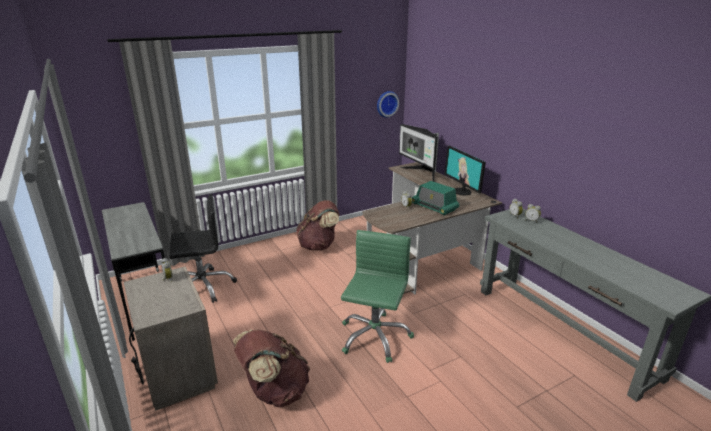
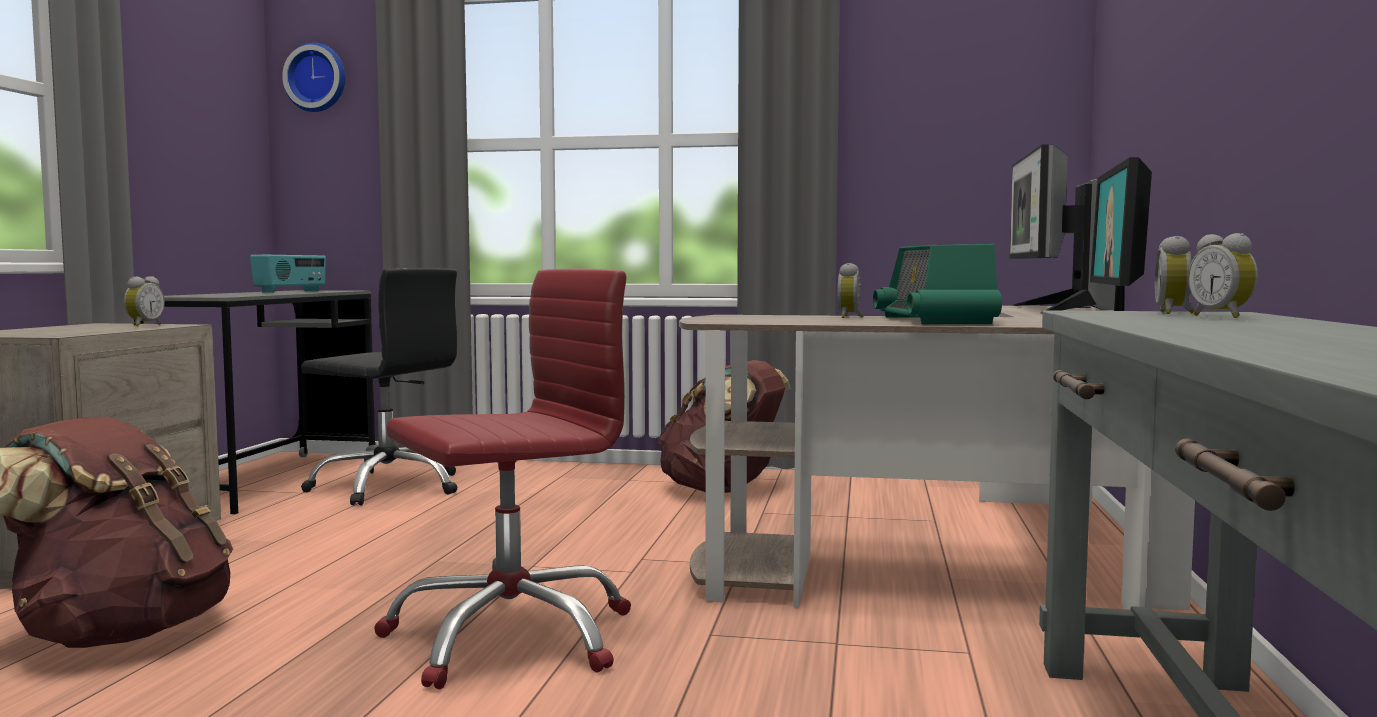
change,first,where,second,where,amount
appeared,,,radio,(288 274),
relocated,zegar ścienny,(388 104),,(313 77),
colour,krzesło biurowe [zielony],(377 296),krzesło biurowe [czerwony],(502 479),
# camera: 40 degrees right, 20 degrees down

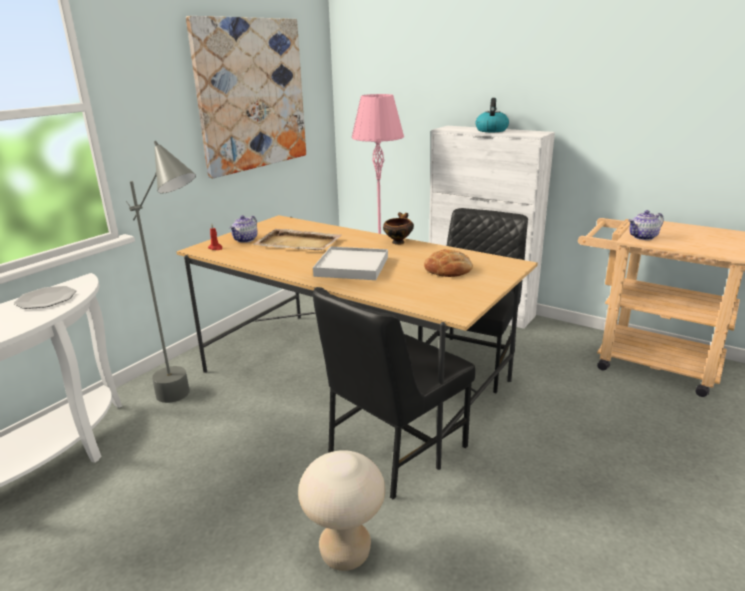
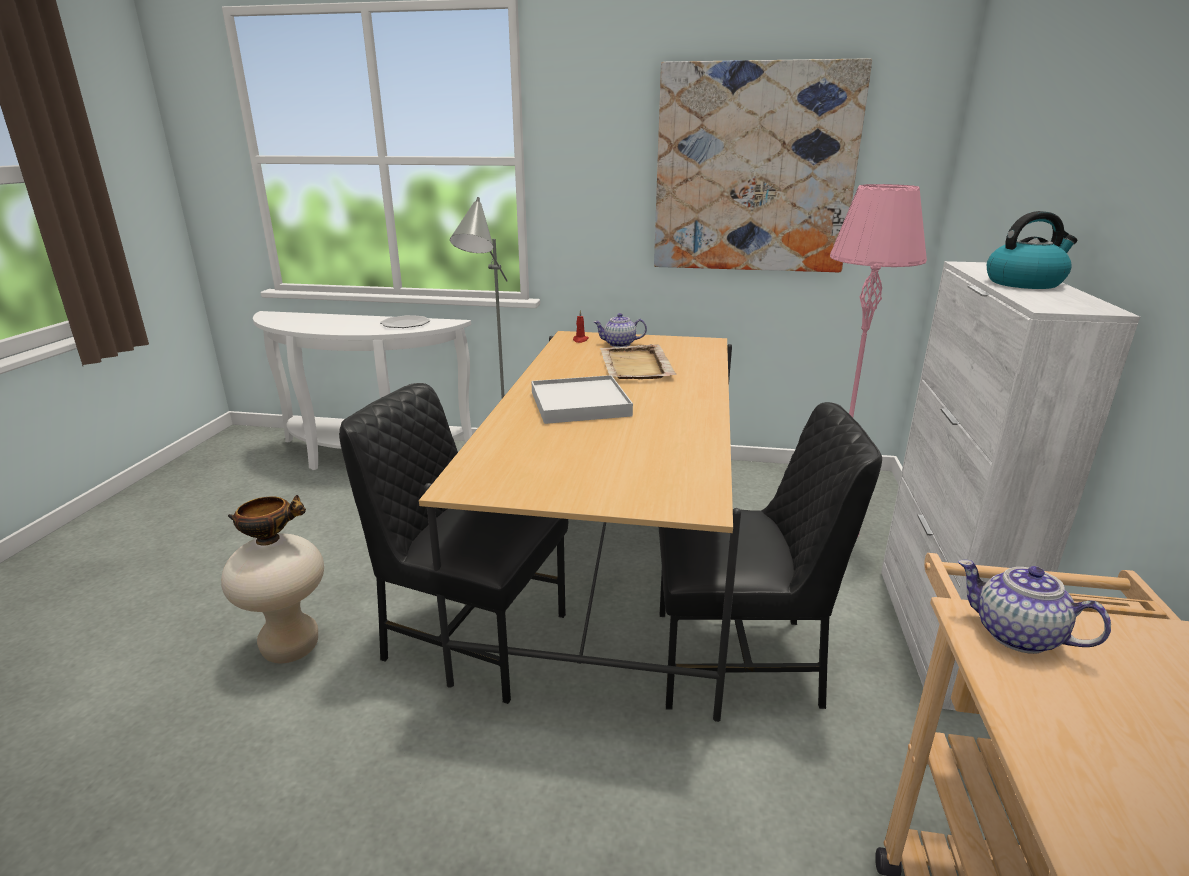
change,first,where,second,where,amount
relocated,miska,(398 228),,(267 520),
missing,chleb,(448 263),,,
# camera: 65 degrees right, 0 degrees up

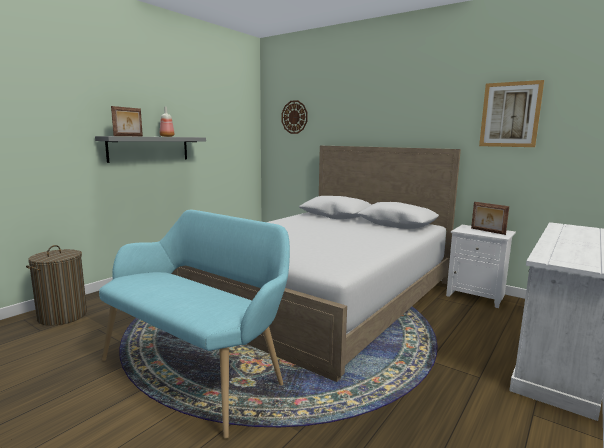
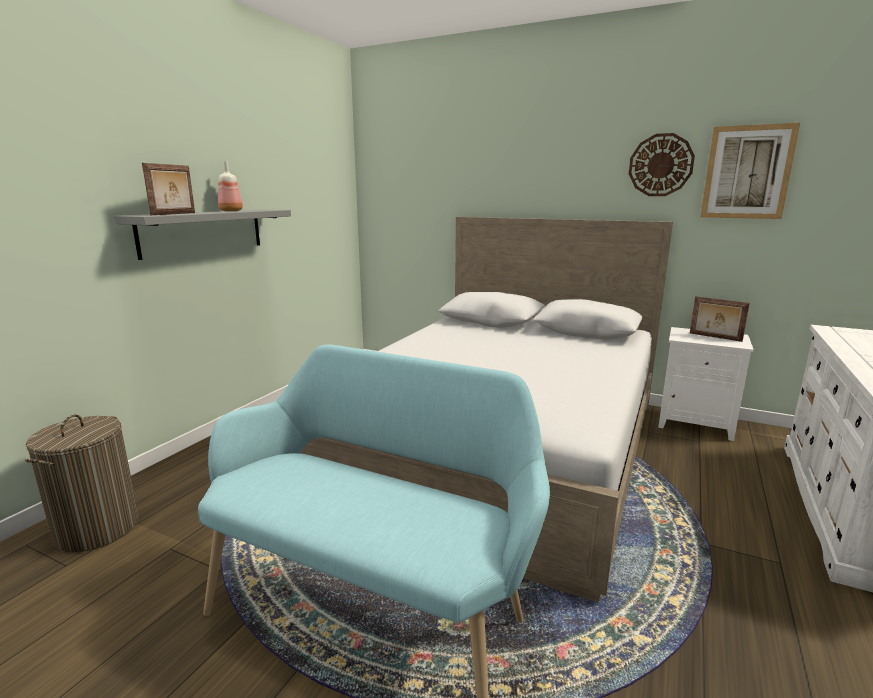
change,first,where,second,where,amount
relocated,zegar ścienny,(295 117),,(662 164),
# camera: 10 degrees left, 5 degrees up

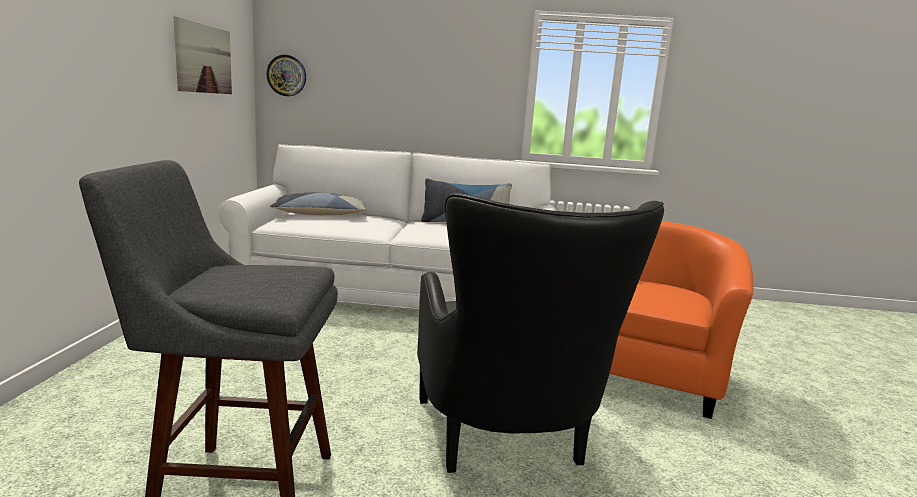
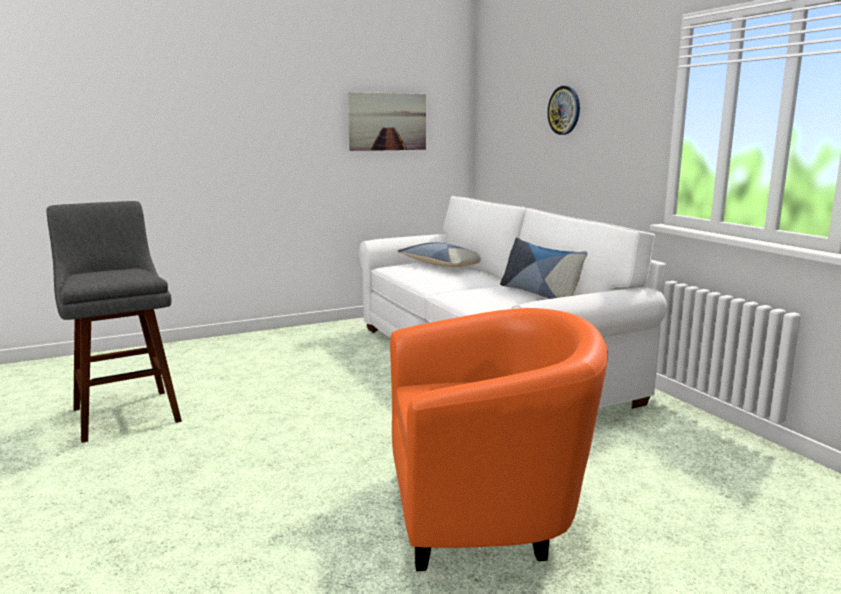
change,first,where,second,where,amount
relocated,zegar ścienny,(286 75),,(563 110),
missing,fotel [czarny],(540 333),,,
# camera: 60 degrees right, 0 degrees up

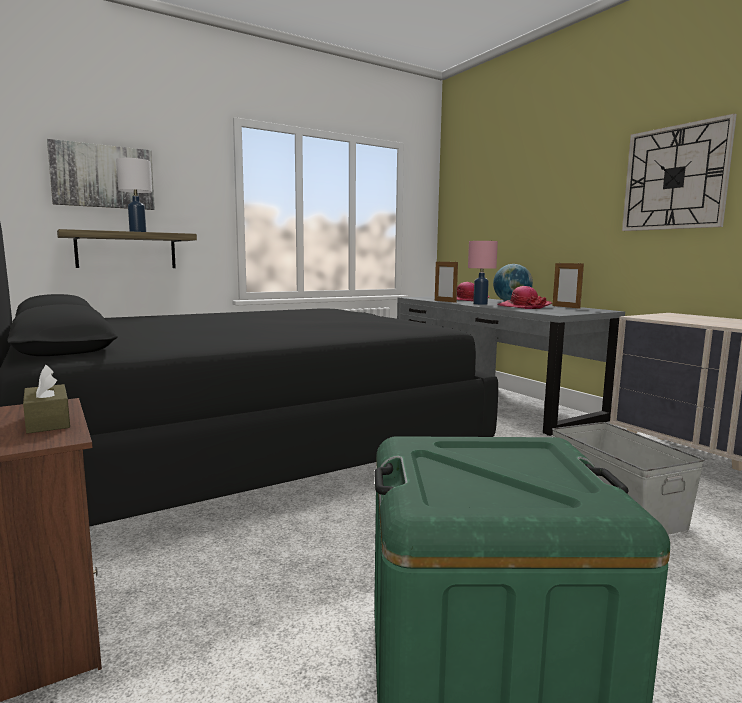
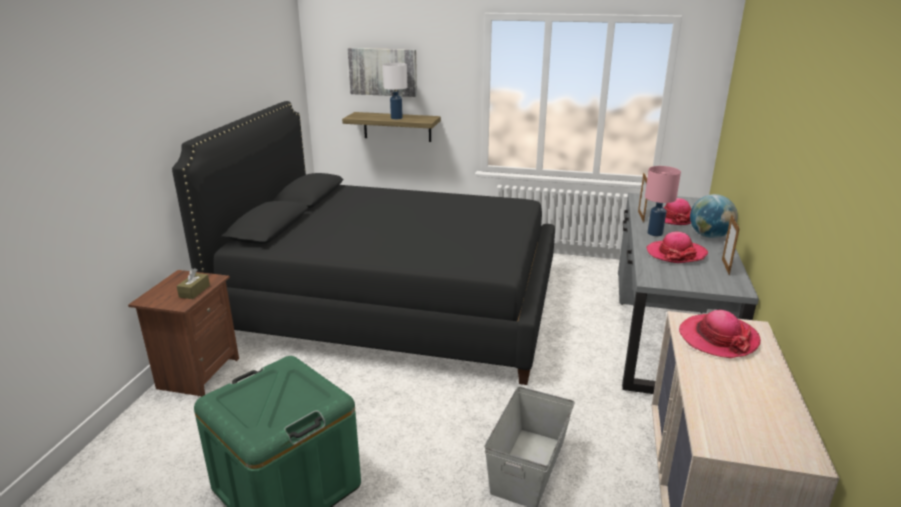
change,first,where,second,where,amount
appeared,,,kapelusz,(720 334),
missing,zegar ścienny,(679 172),,,
# camera: 45 degrees right, 15 degrees up

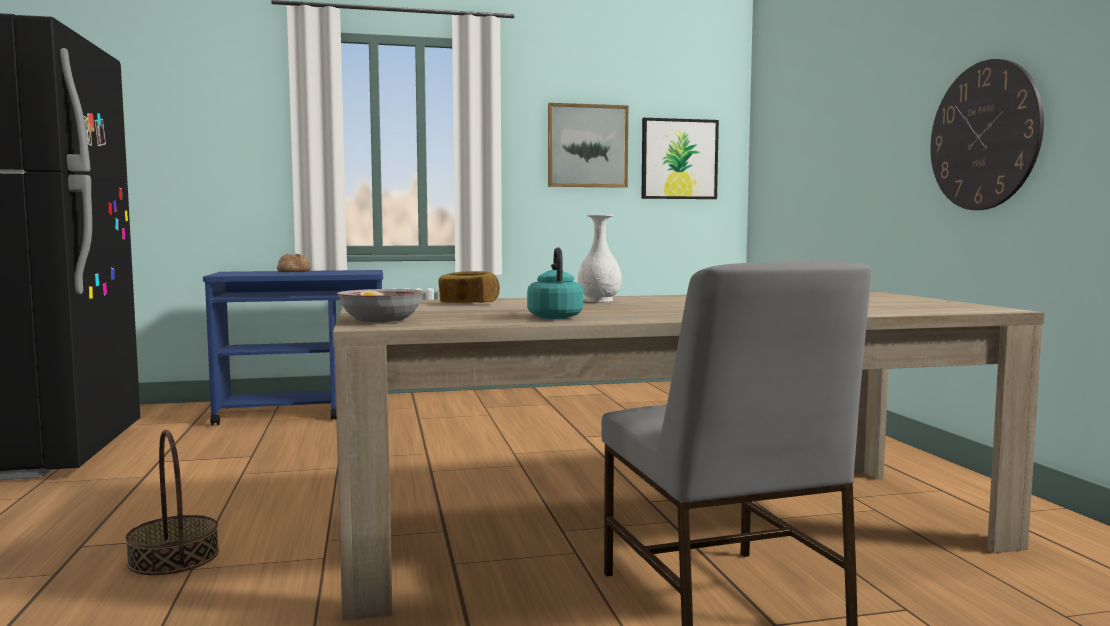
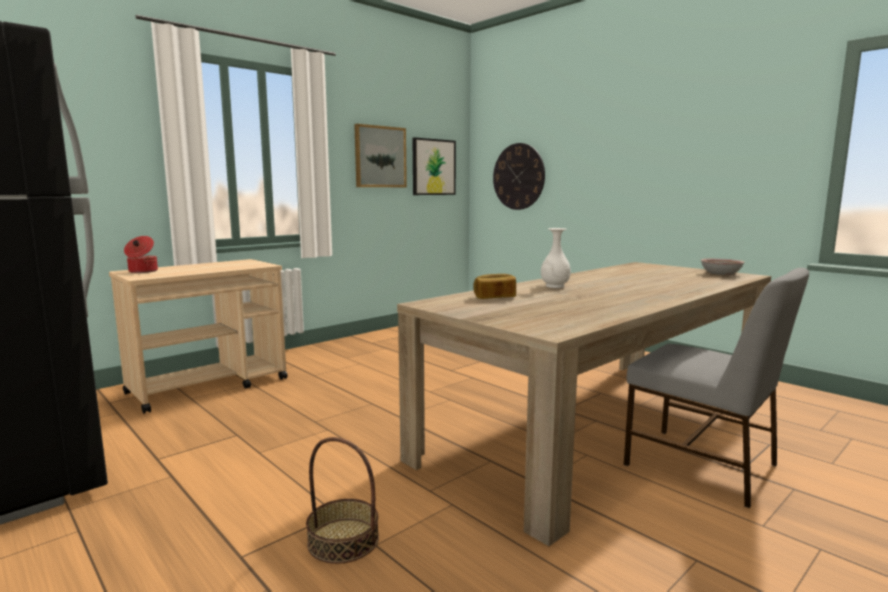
change,first,where,second,where,amount
colour,wózek [niebieski],(293 348),wózek [beżowy],(198 336),
appeared,,,garnek,(141 254),
relocated,zegar ścienny,(987 134),,(519 176),
relocated,miska,(380 305),,(723 266),
missing,chleb,(293 263),,,
missing,czajnik [turkusowy],(555 283),,,
# camera: 30 degrees left, 5 degrees up

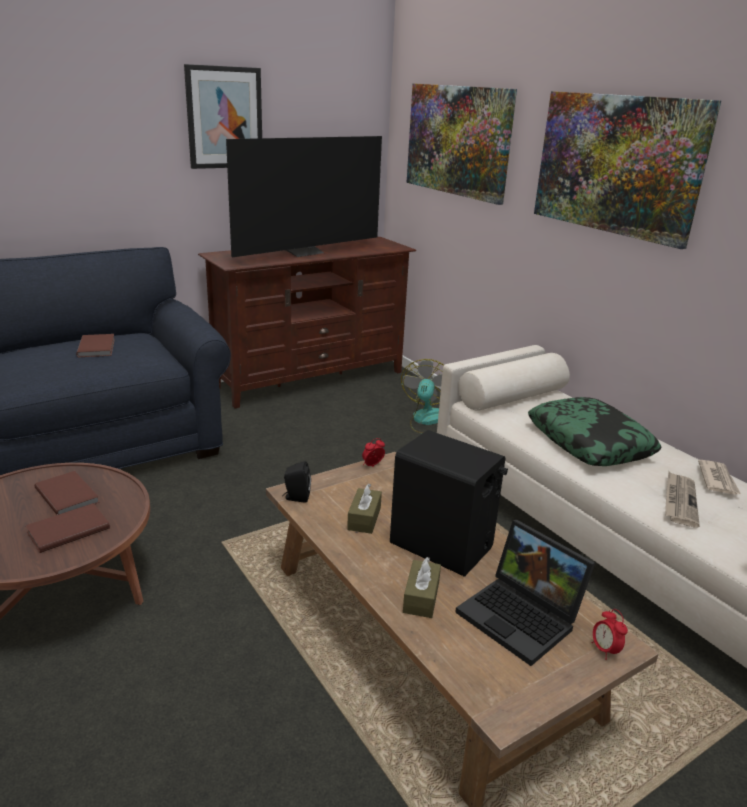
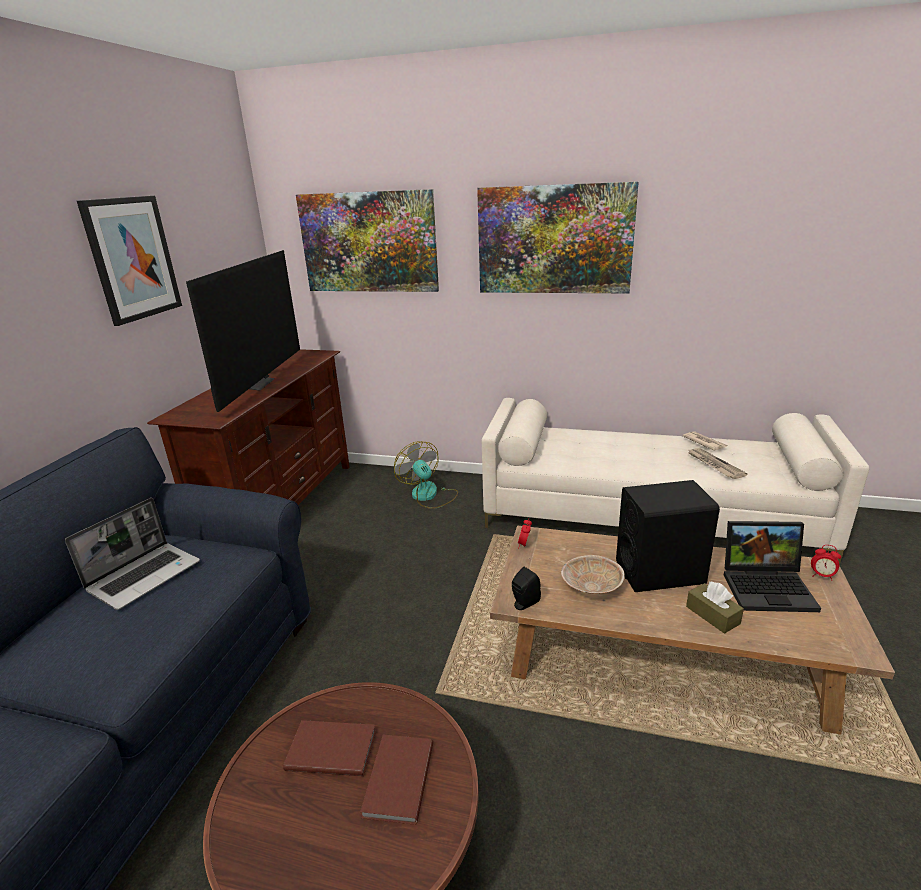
change,first,where,second,where,amount
exchanged,książka [brązowy],(95 345),laptop,(132 554),
exchanged,pudełko chusteczek [brązowy],(364 508),miska [beżowy],(593 574),
missing,poduszka,(594 431),,,
# camera: 40 degrees left, 0 degrees up

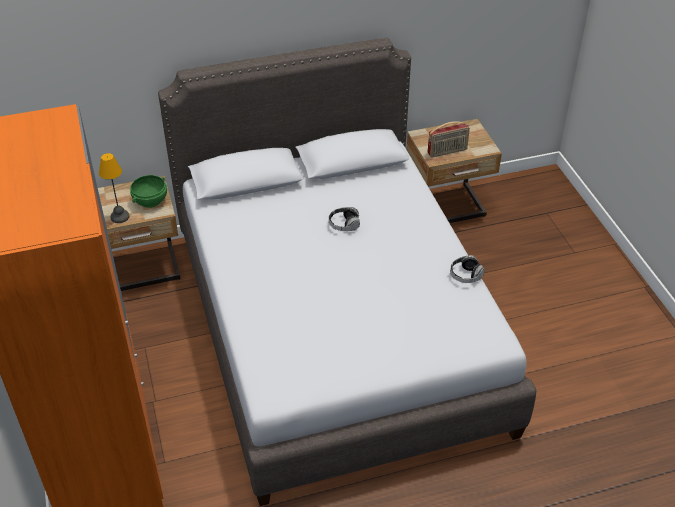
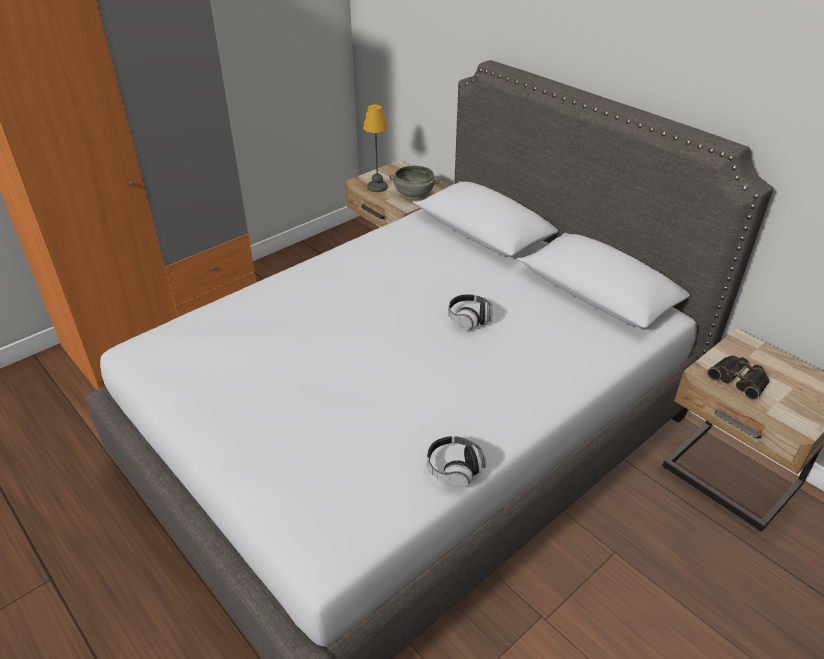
change,first,where,second,where,amount
colour,miska [zielony],(148 191),miska [szary],(414 183),
exchanged,radio,(449 139),lornetka,(738 377),
# camera: 65 degrees right, 5 degrees down

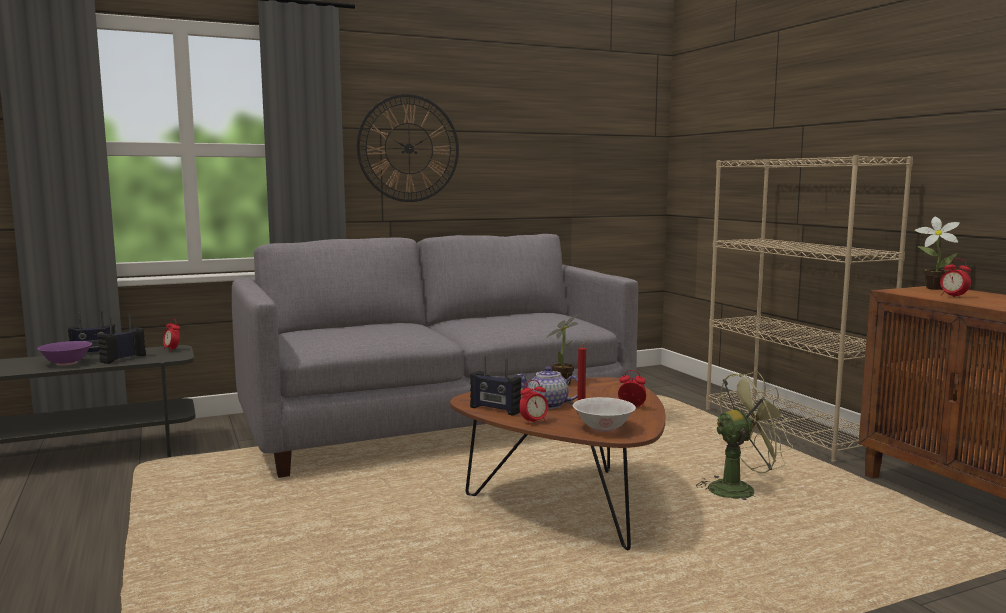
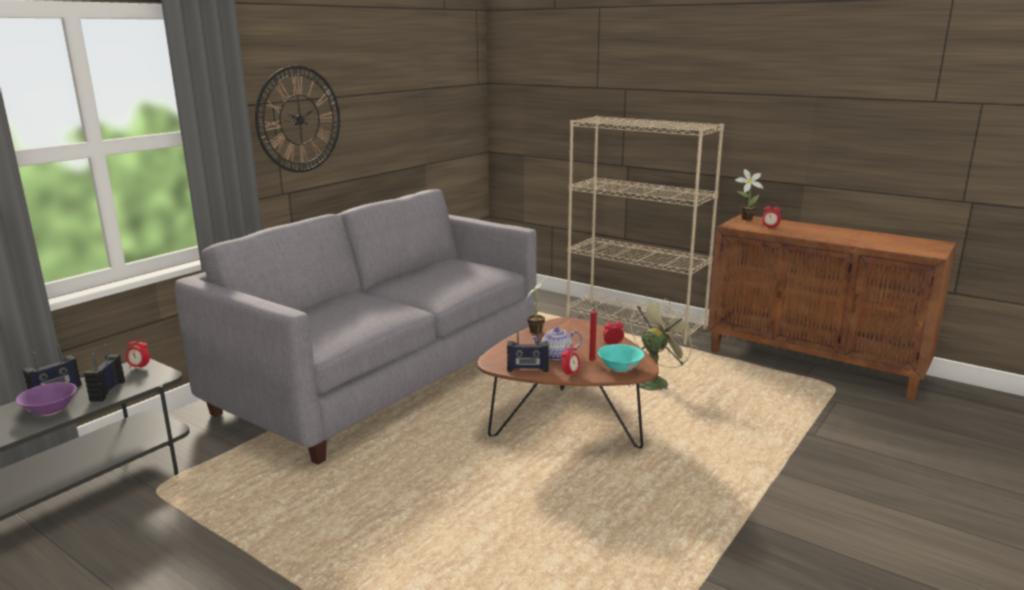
change,first,where,second,where,amount
colour,miska [biały],(604 414),miska [turkusowy],(621 358),
# camera: 30 degrees left, 10 degrees up

